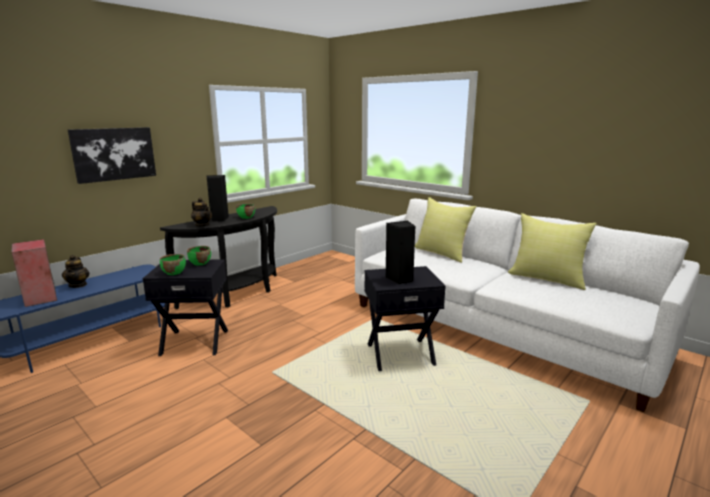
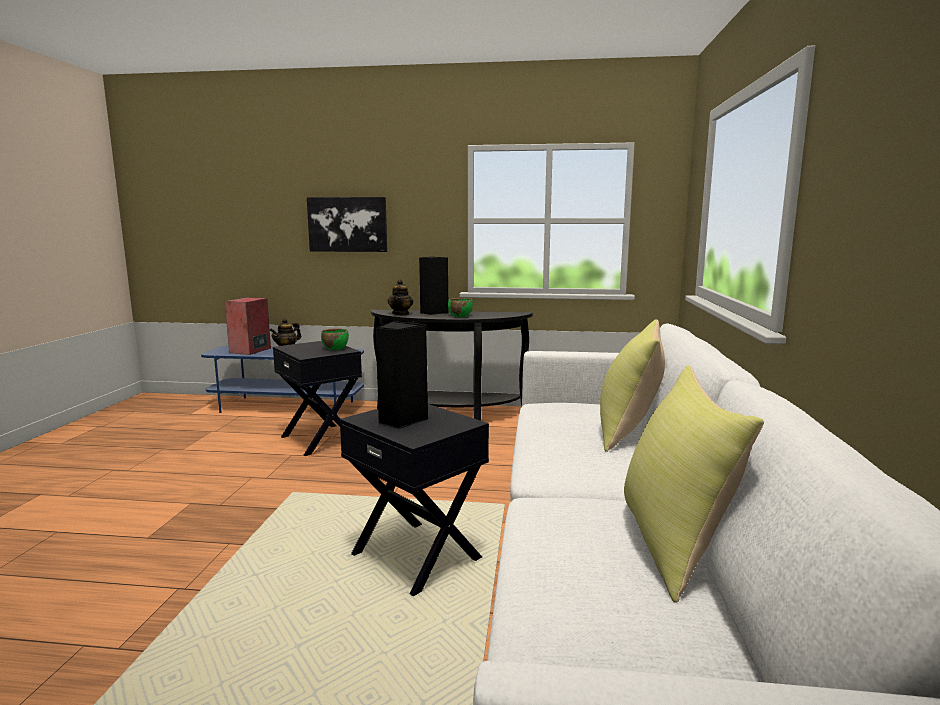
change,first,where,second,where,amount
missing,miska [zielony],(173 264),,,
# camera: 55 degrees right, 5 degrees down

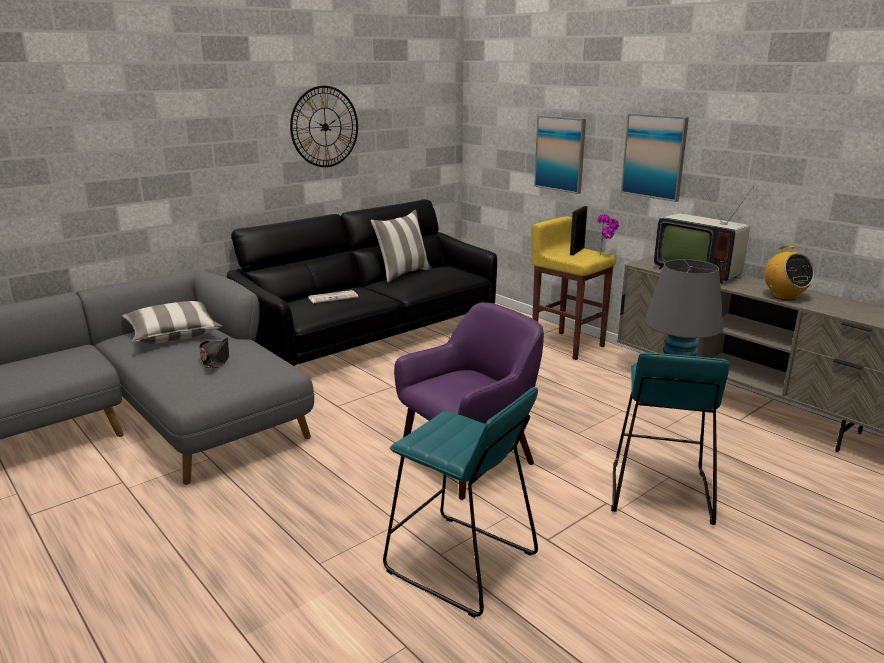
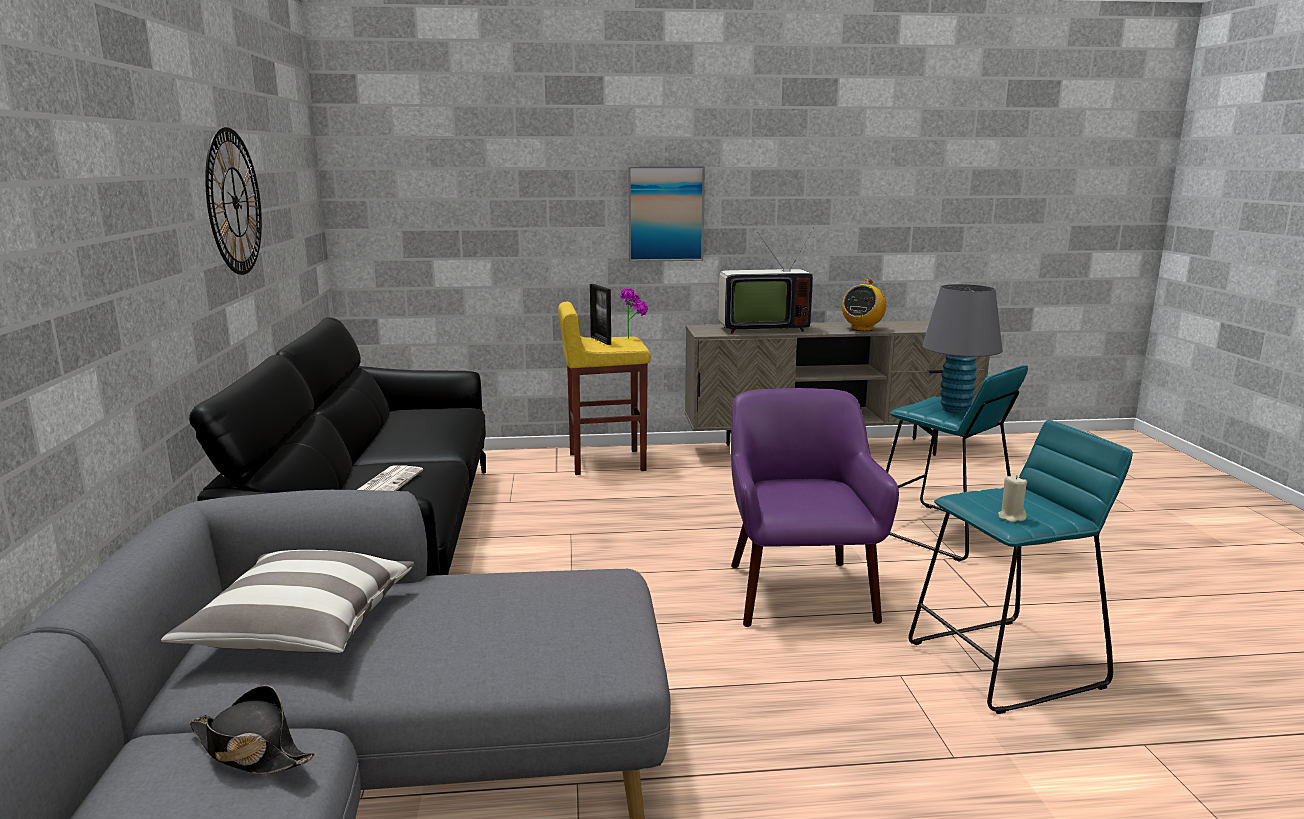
change,first,where,second,where,amount
relocated,kapelusz [czarny],(214 353),,(252 729),
spun,radio,(789 273),,(864 305),105 degrees clockwise
appeared,,,świeca [beżowy],(1012 499),
missing,poduszka,(401 246),,,
missing,obraz,(560 154),,,
# camera: 55 degrees left, 5 degrees down

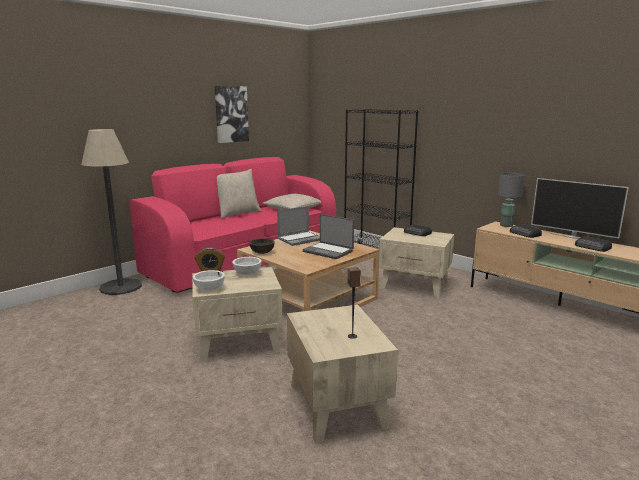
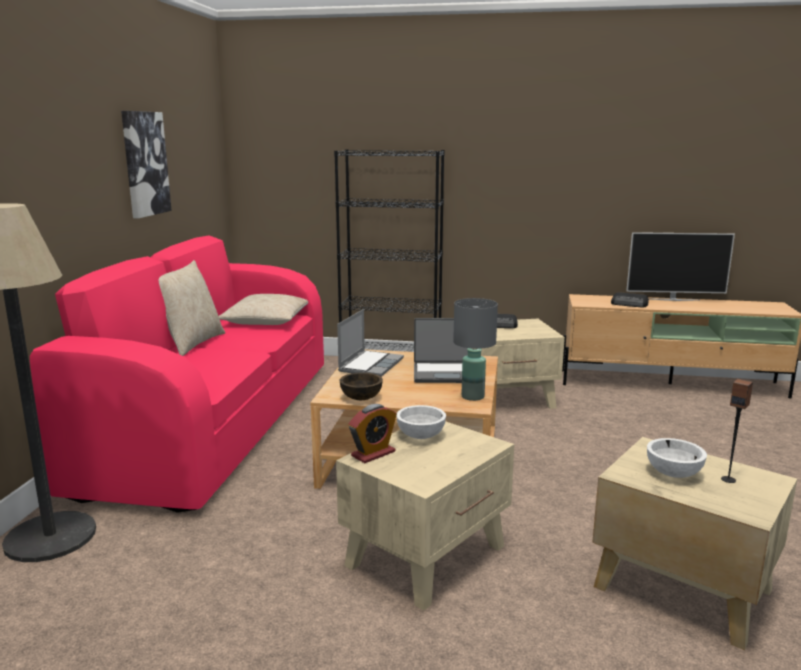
change,first,where,second,where,amount
relocated,lampa stołowa [szary],(511 200),,(475 349),
relocated,miska [biały],(209 280),,(677 458),
missing,radio,(593 244),,,
# camera: 35 degrees left, 0 degrees up

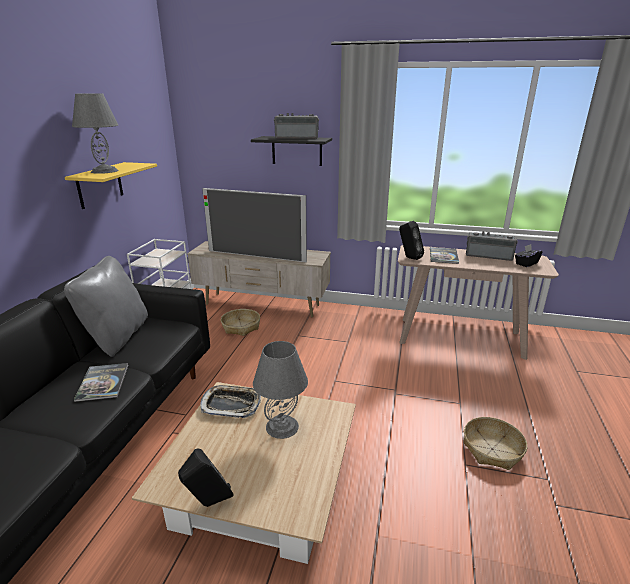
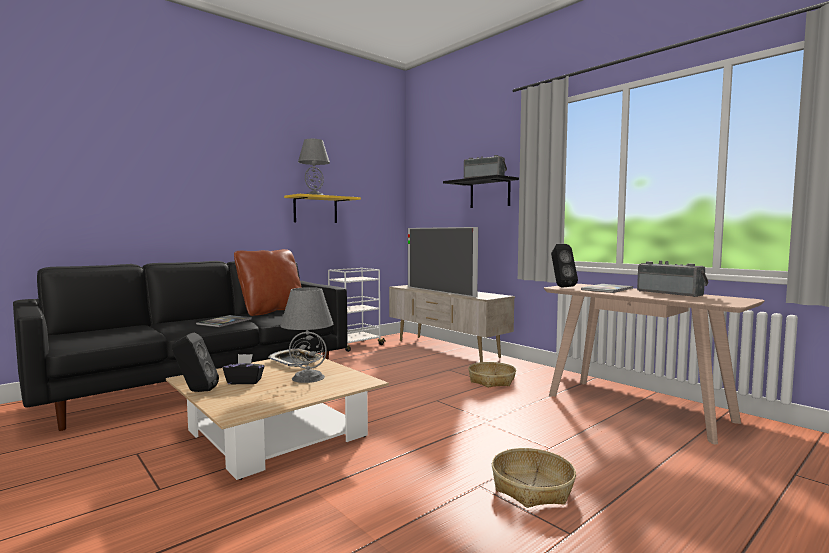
change,first,where,second,where,amount
relocated,pudełko chusteczek [czarny],(529 255),,(243 369),
colour,poduszka [szary],(106 306),poduszka [brązowy],(267 282),
relocated,koszyk,(240 322),,(492 375),
# camera: 35 degrees right, 20 degrees down

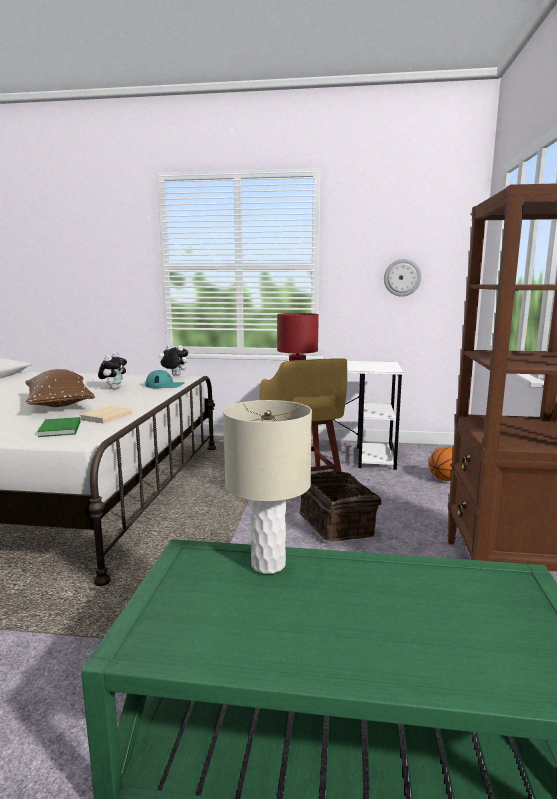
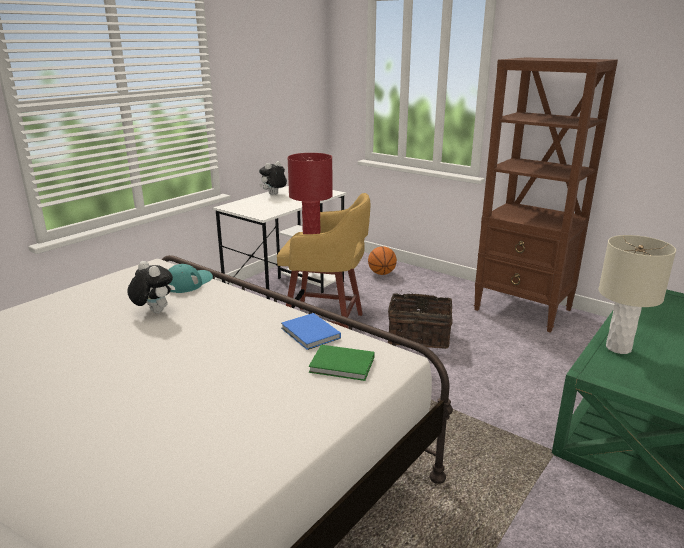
change,first,where,second,where,amount
relocated,pluszak,(174 360),,(273 178),
colour,książka [beżowy],(106 414),książka [niebieski],(311 331),
missing,poduszka [brązowy],(60 388),,,
missing,zegar ścienny,(402 278),,,
# camera: 60 degrees left, 10 degrees up

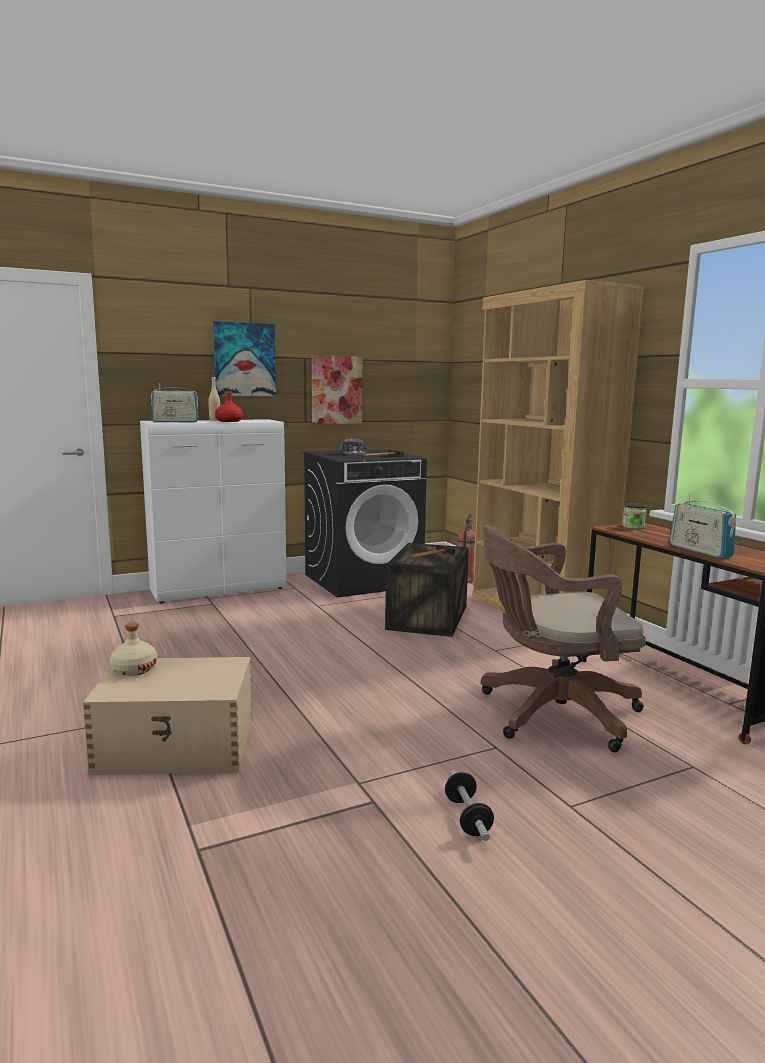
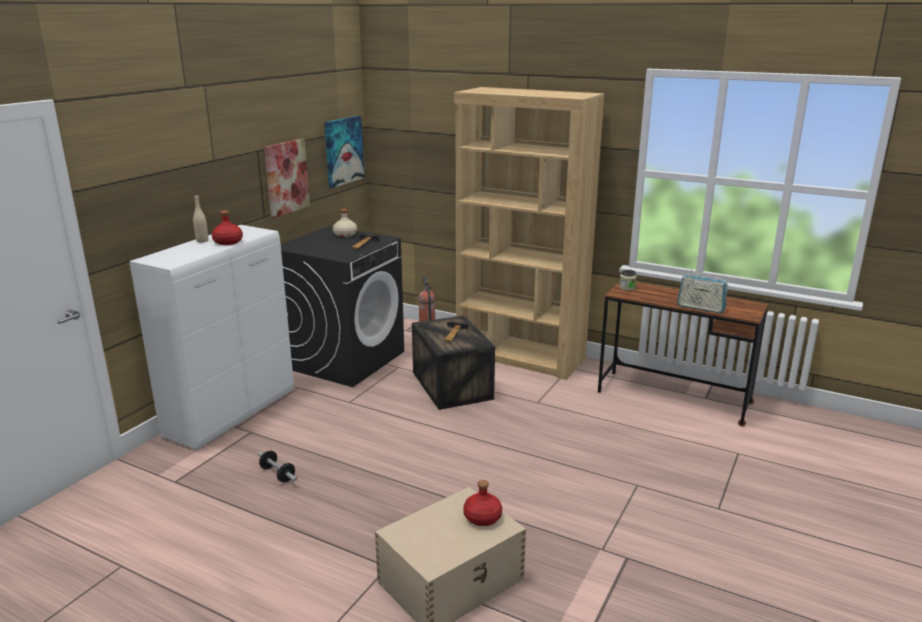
change,first,where,second,where,amount
relocated,hantel,(469 805),,(277 466),
relocated,obraz,(244 358),,(344 152),
relocated,butelka [beżowy],(134 649),,(345 223),
appeared,,,butelka [czerwony],(482 503),
missing,radio,(175 402),,,
missing,czapka z daszkiem,(353 446),,,
missing,krzesło biurowe [brązowy],(563 638),,,
# camera: 35 degrees left, 10 degrees up

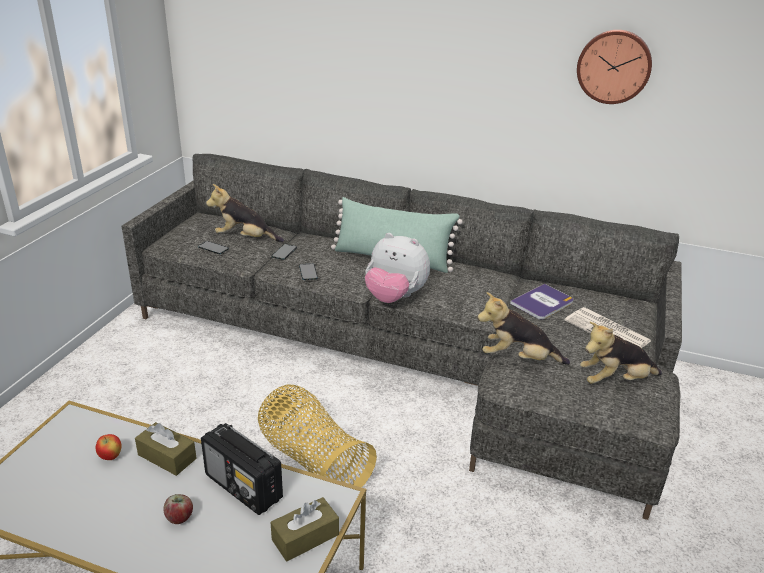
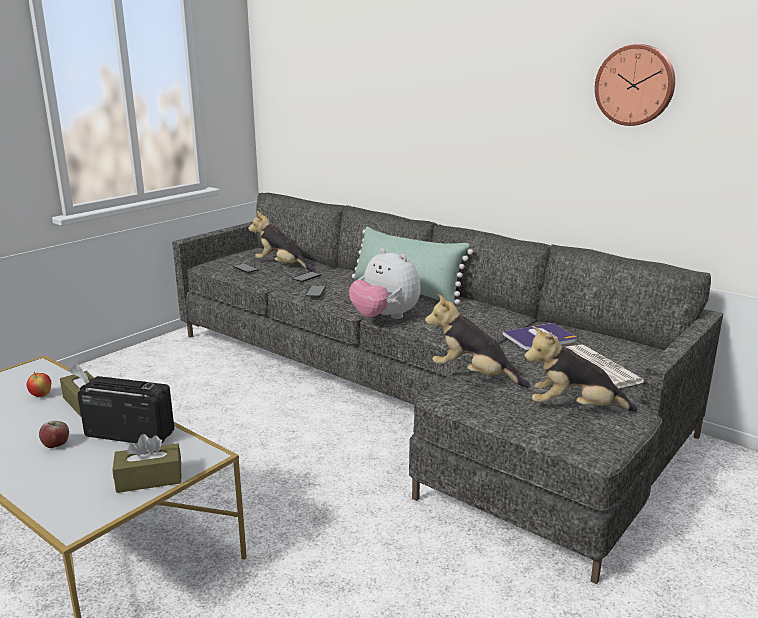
change,first,where,second,where,amount
spun,radio,(242 469),,(126 410),135 degrees clockwise
missing,koszyk,(317 436),,,
# camera: 20 degrees right, 10 degrees down

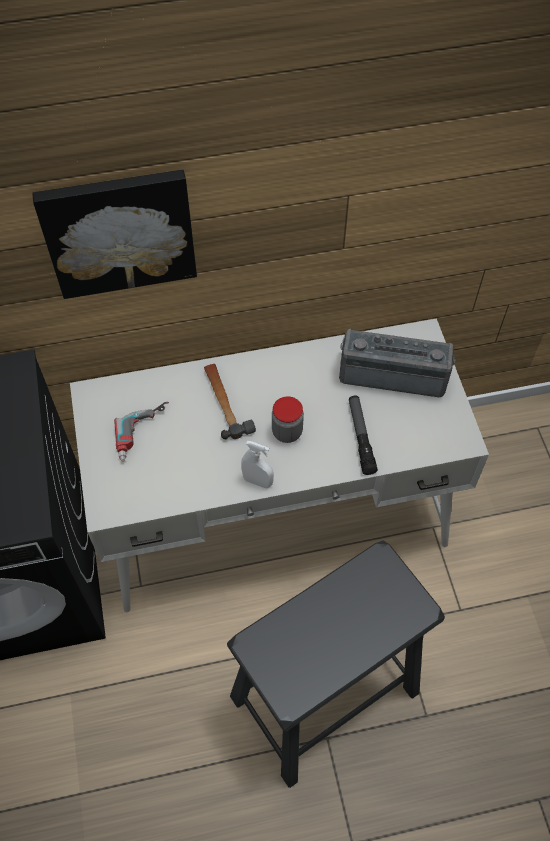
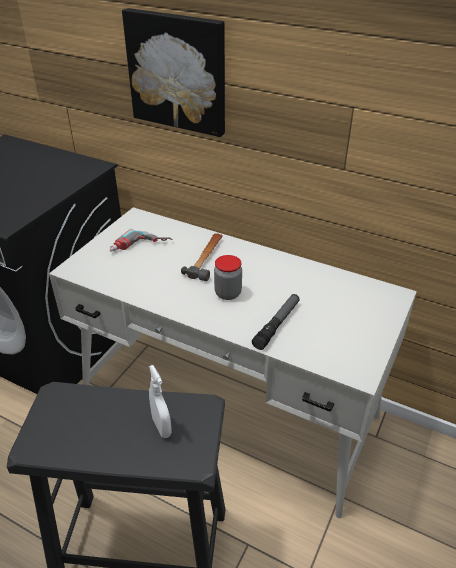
change,first,where,second,where,amount
relocated,spryskiwacz [biały],(257 465),,(160 401),
missing,radio,(397 363),,,
# camera: 40 degrees right, 20 degrees down

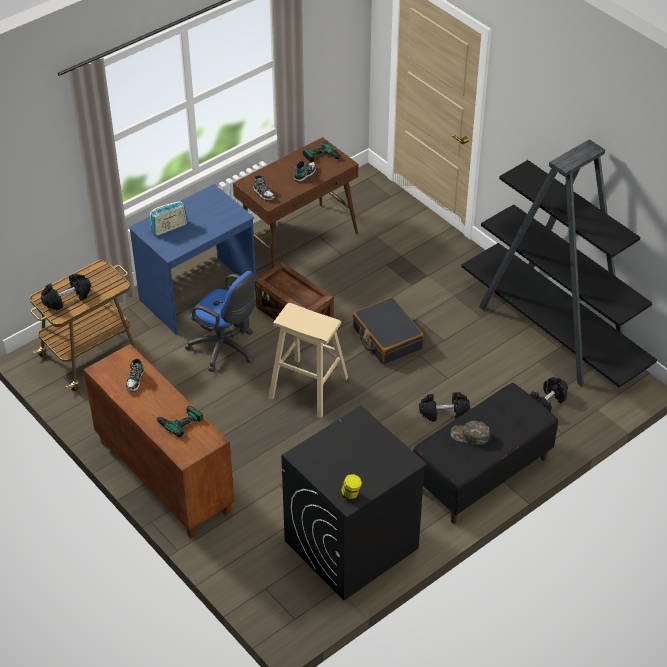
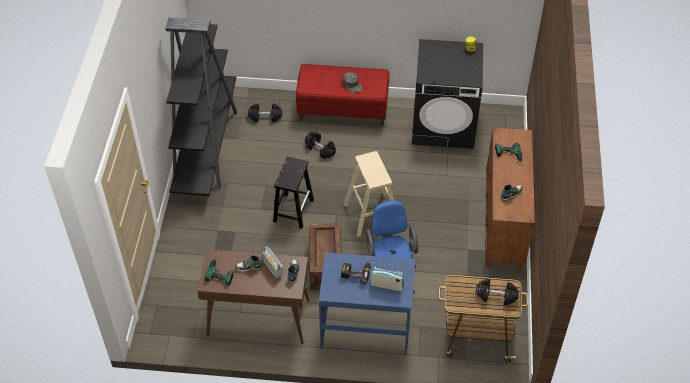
change,first,where,second,where,amount
appeared,,,radio,(273 262),
exchanged,walizka [czarny],(388 331),stołek [czarny],(293 193),
colour,ławka [czarny],(485 453),ławka [czerwony],(342 95),
appeared,,,wiertarka,(356 272),
# camera: 135 degrees left, 5 degrees up

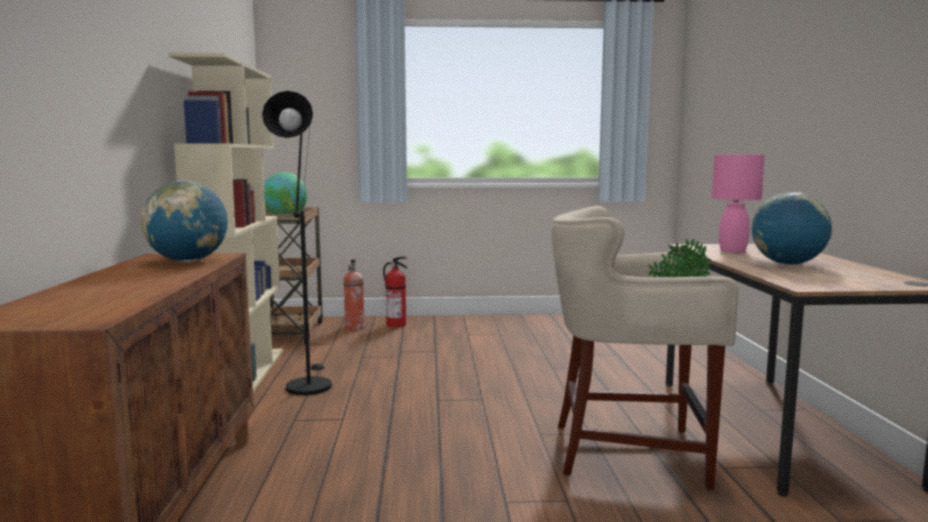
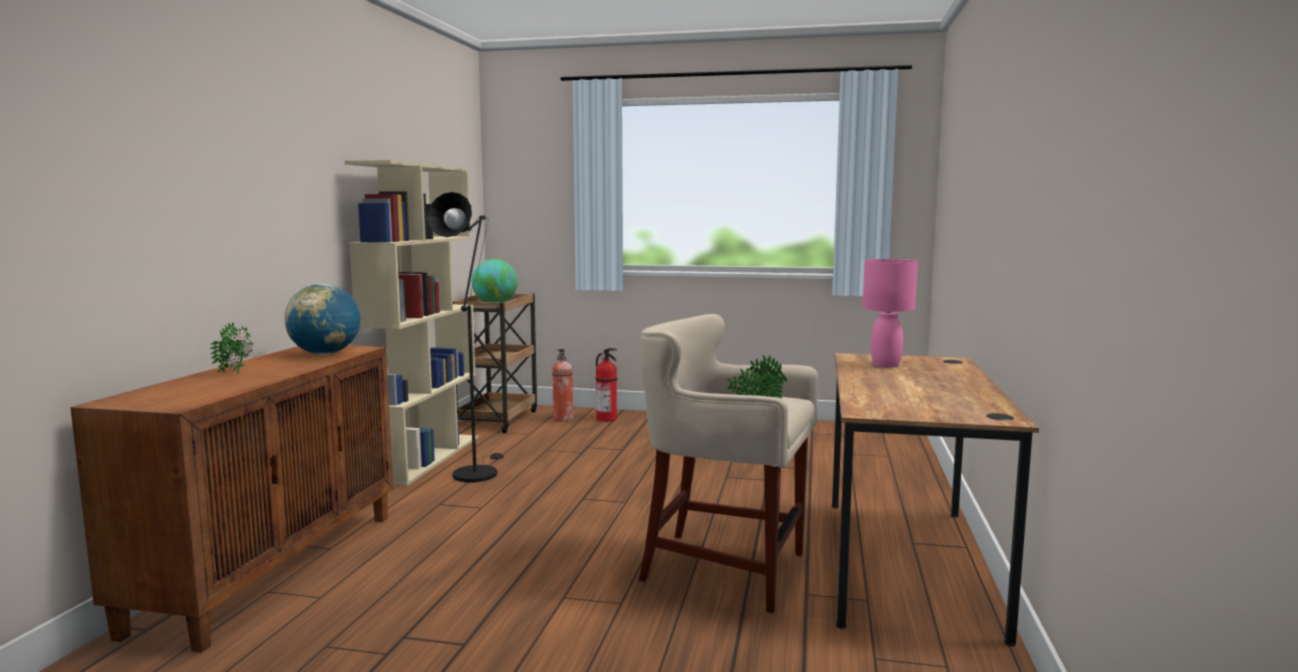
change,first,where,second,where,amount
appeared,,,roślina doniczkowa,(231 348),
missing,globus,(792 228),,,
# camera: 15 degrees right, 0 degrees up

